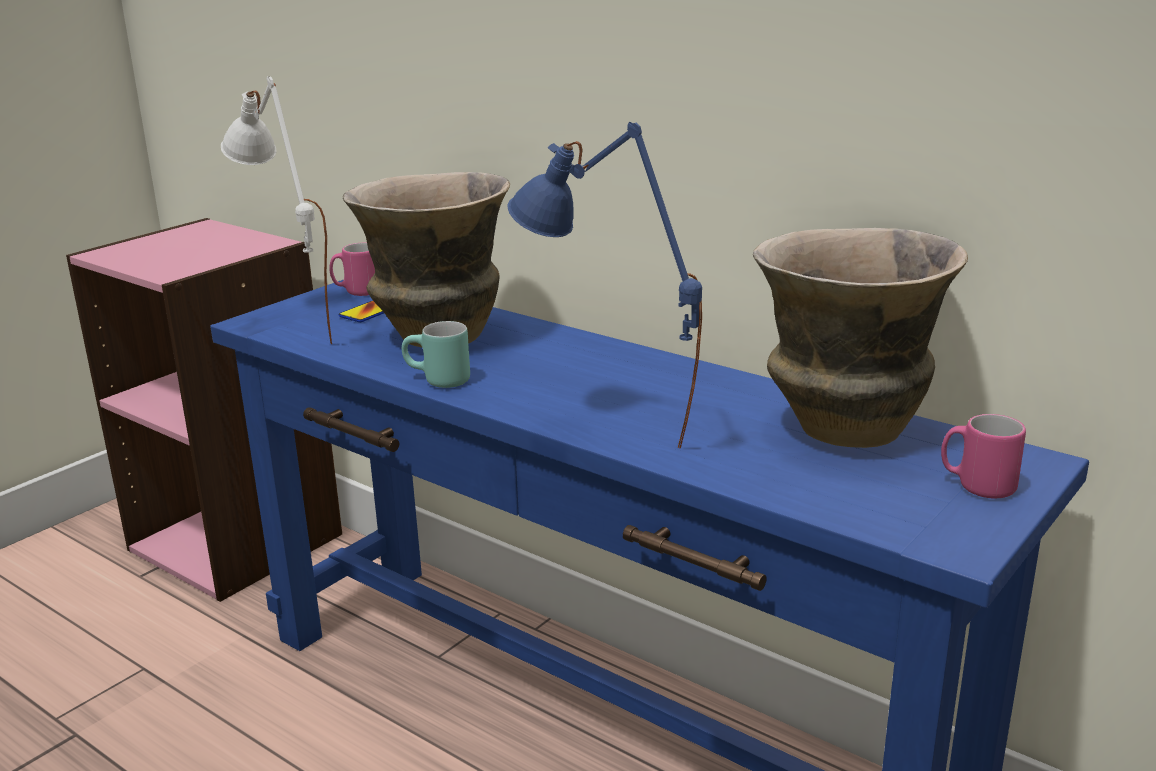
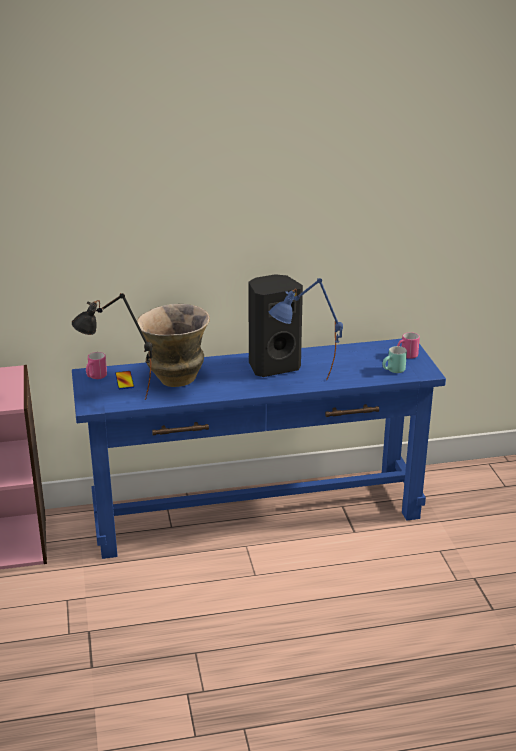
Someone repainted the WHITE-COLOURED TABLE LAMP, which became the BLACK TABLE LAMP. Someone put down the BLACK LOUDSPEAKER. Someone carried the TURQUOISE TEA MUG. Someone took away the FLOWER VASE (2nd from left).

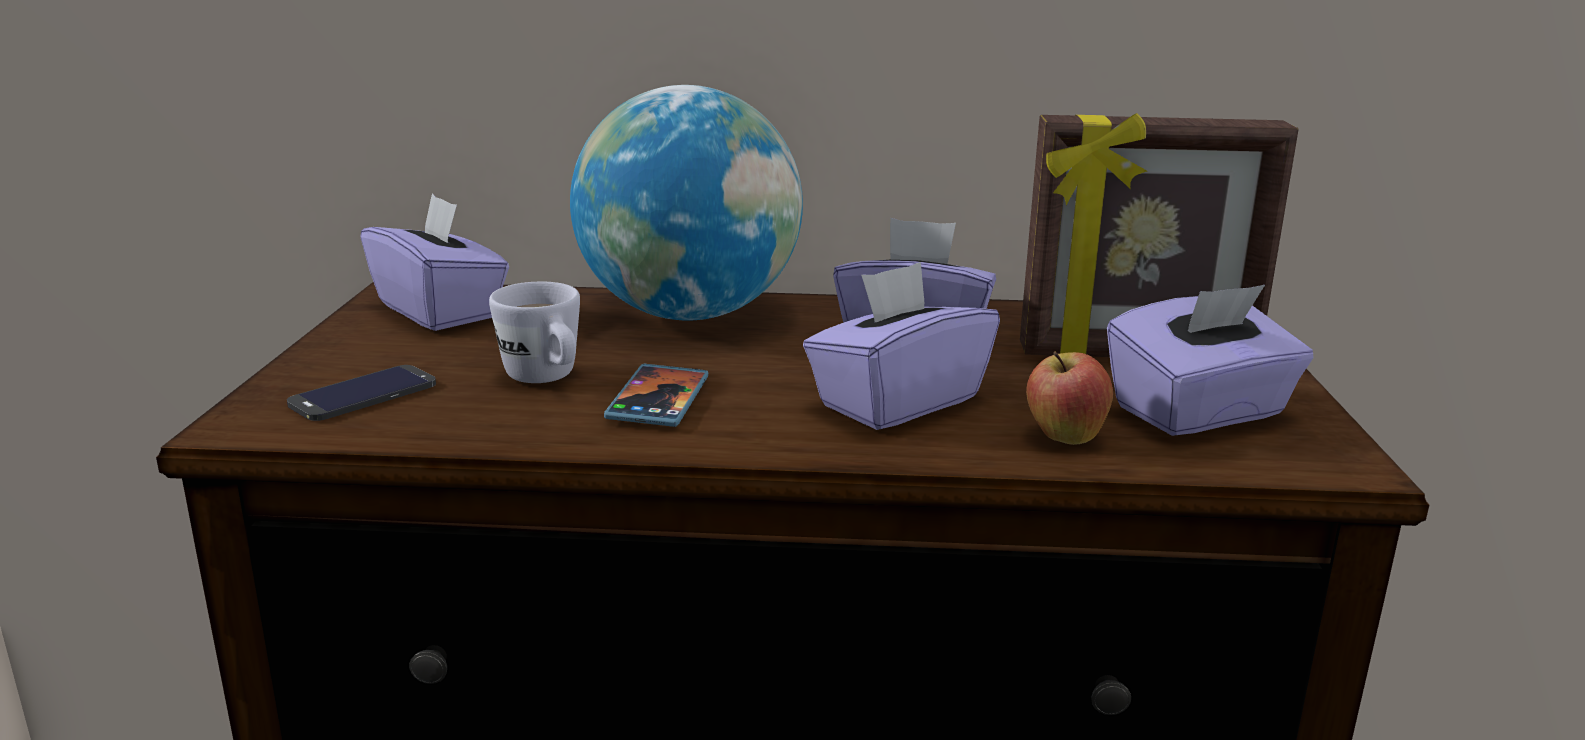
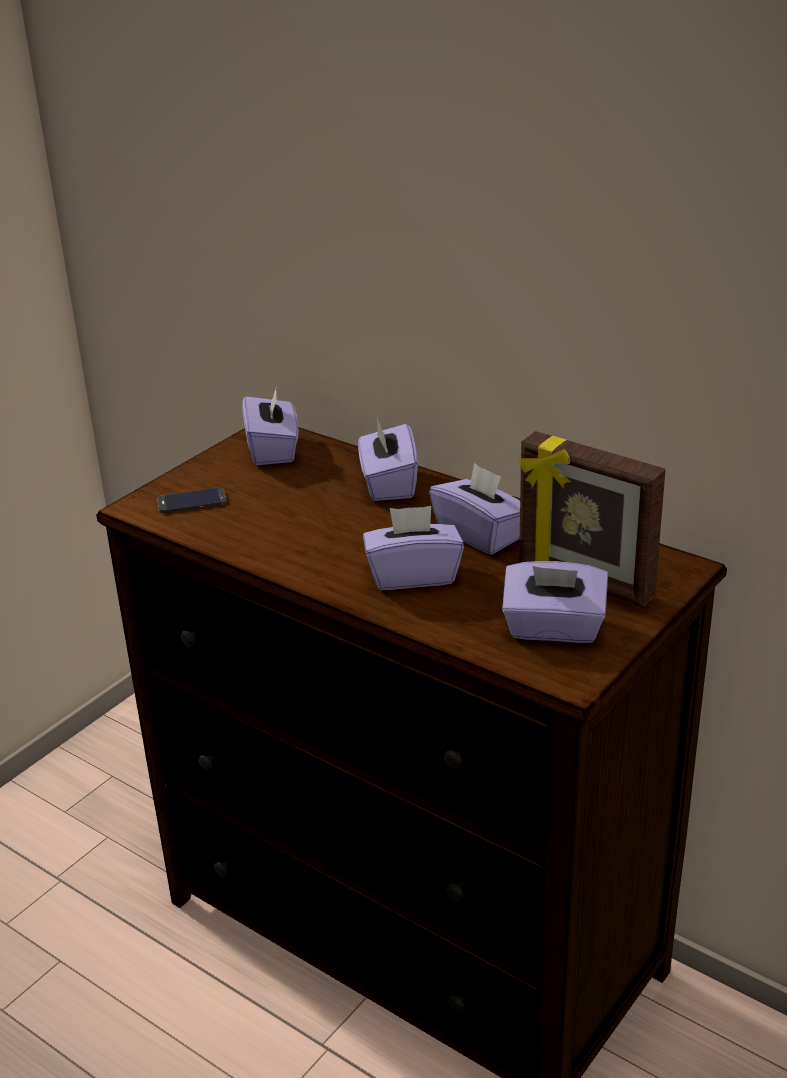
Someone swapped the GLOBE for the PURPLE TISSUE BOX (2nd from left). Someone took away the WHITE-COLOURED TEA MUG. Someone took away the TELEPHONE (2nd from left). Someone took away the APPLE FRUIT.

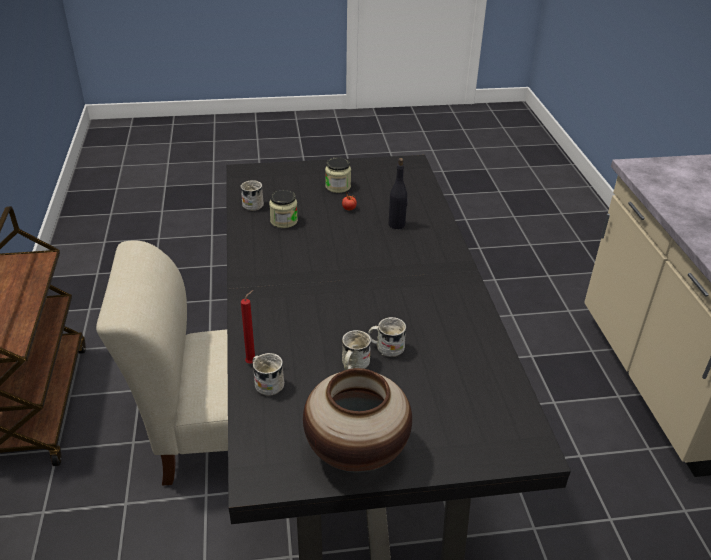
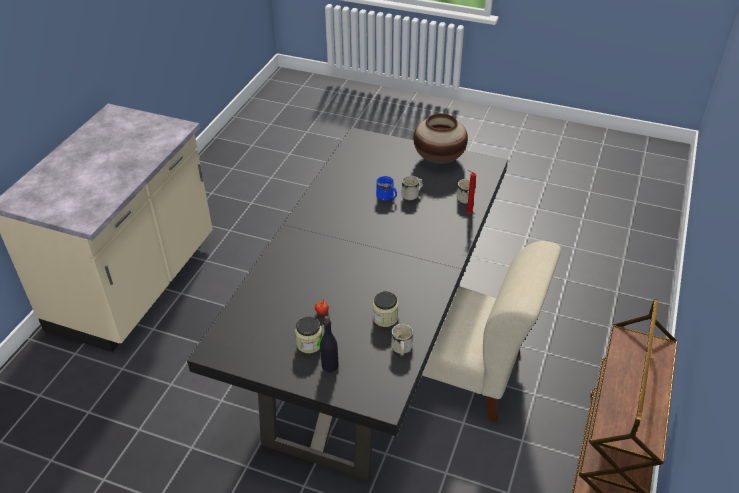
Someone carried the BLACK BEVERAGE BOTTLE. Someone repainted the WHITE-COLOURED TEA MUG (4th from left), which became the BLUE-COLOURED TEA MUG.

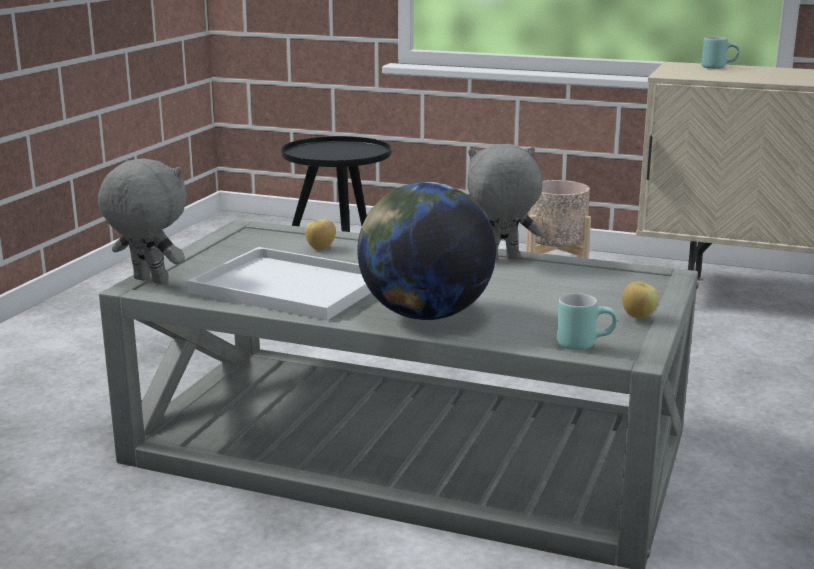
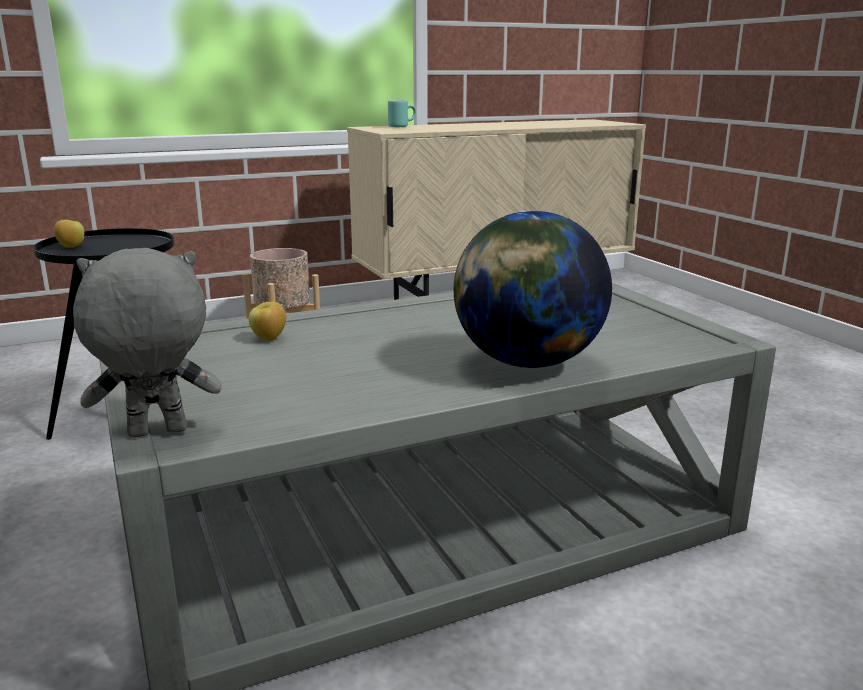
Someone carried the APPLE FRUIT (2nd from left in the first image). Someone took away the WHITE-COLOURED SERVING TRAY. Someone took away the GREYISH PLUSH TOY (2nd from left). Someone took away the TURQUOISE TEA MUG (1st from left).

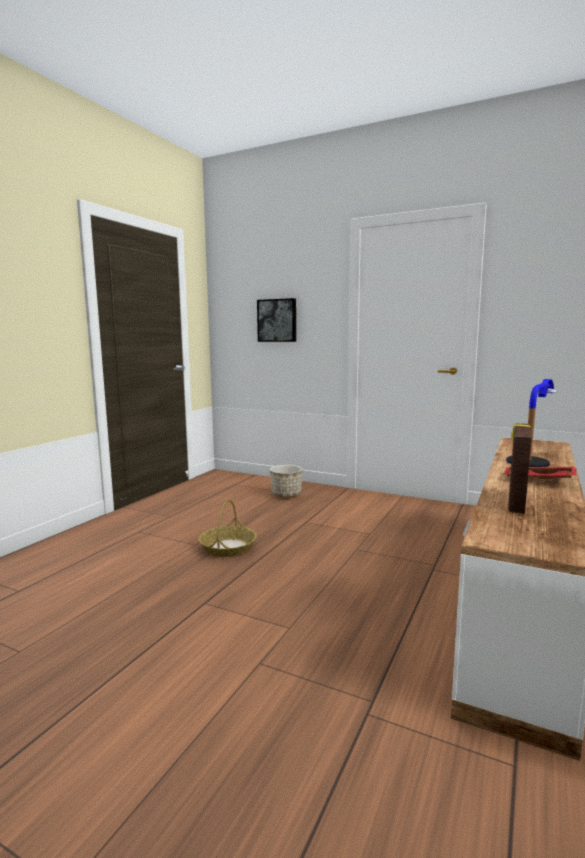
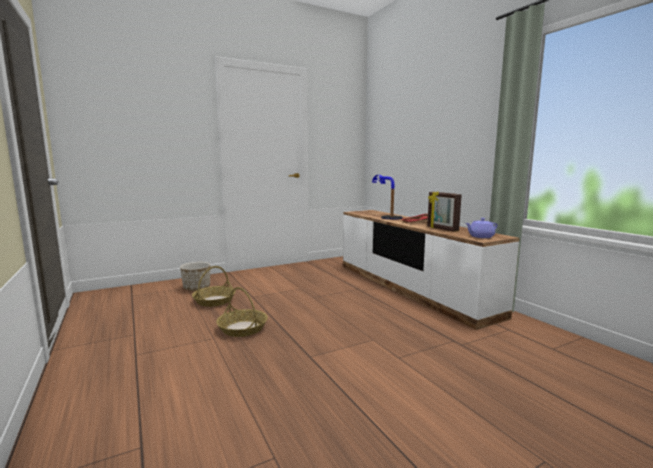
Someone put down the HOUSEHOLD BASKET (1st from left). Someone put down the PURPLE TEAPOT. Someone took away the WALL PICTURE.

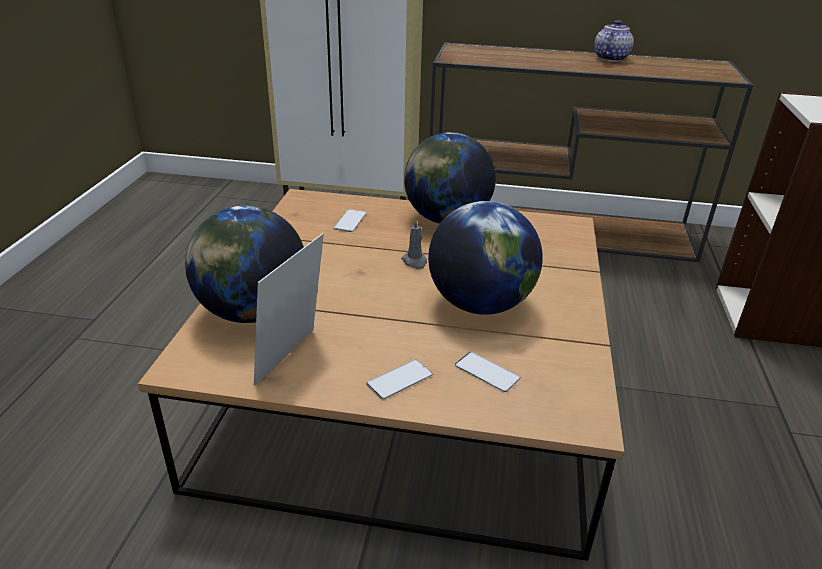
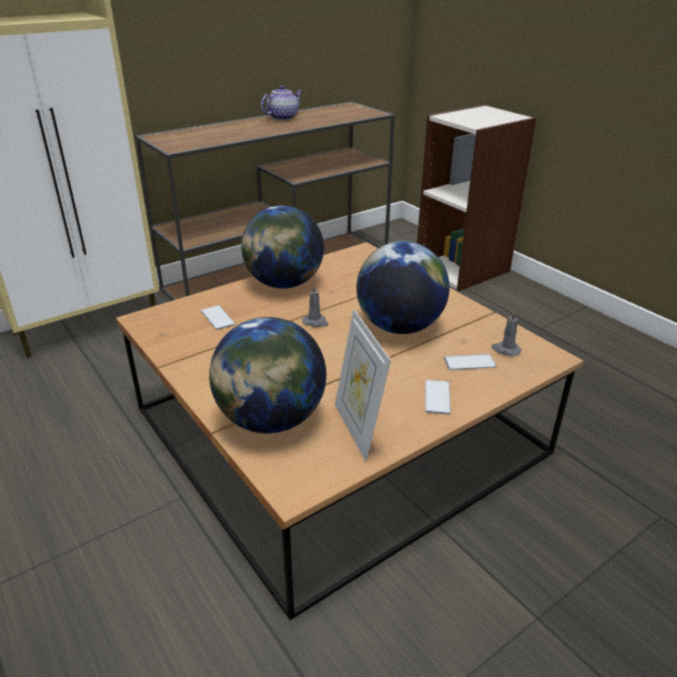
Someone rotated the TEAPOT by 60 degrees clockwise. Someone put down the GREYISH CANDLE (2nd from left).

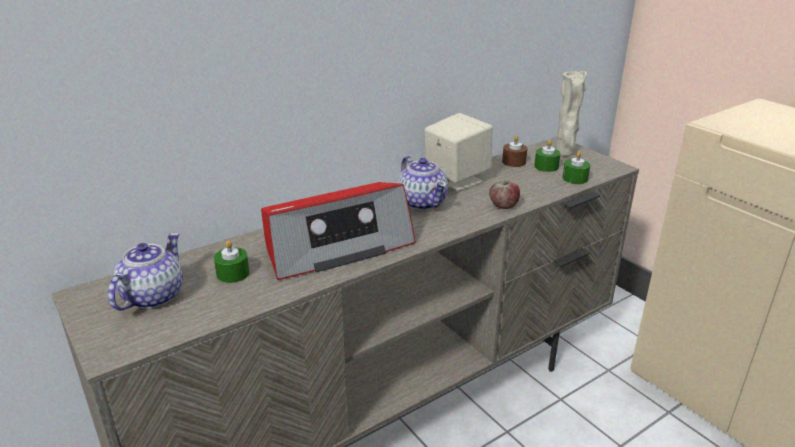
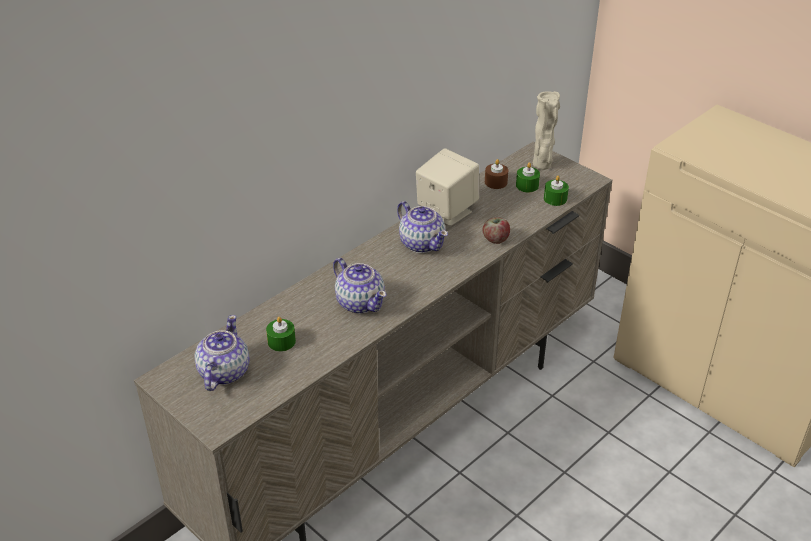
Someone swapped the RADIO SET for the TEAPOT (2nd from left).

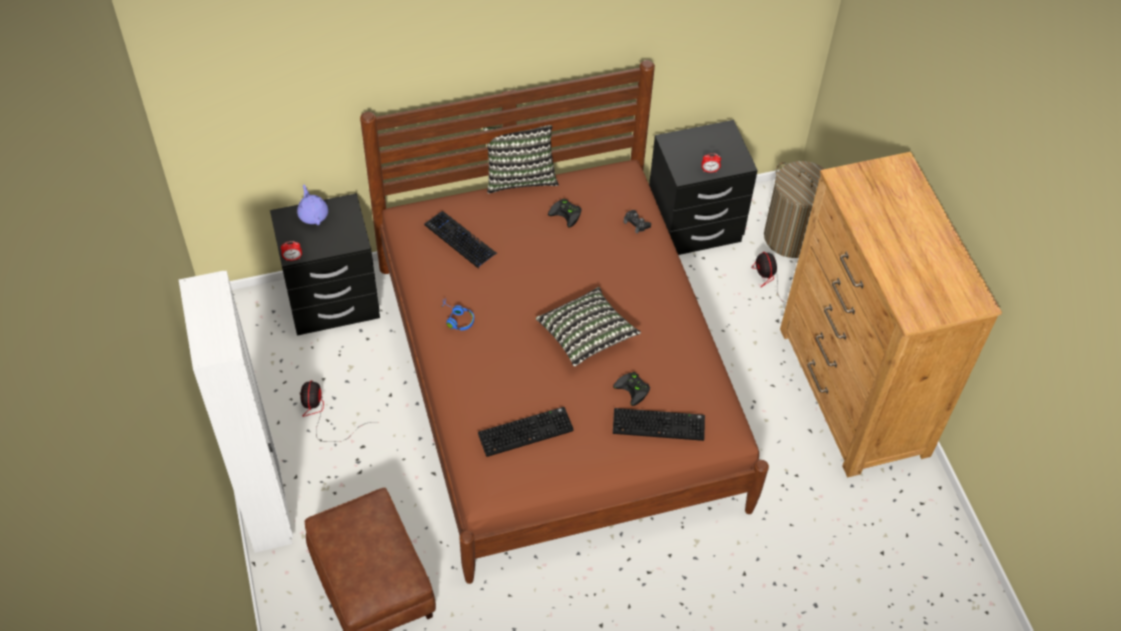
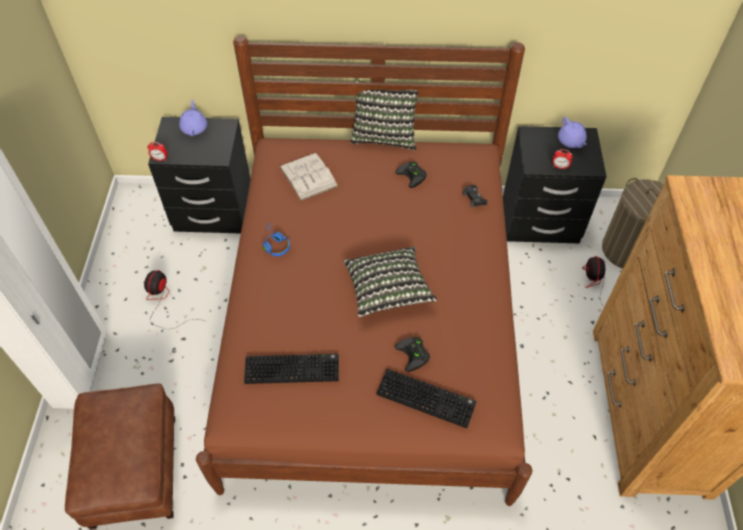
Someone swapped the KEYBOARD (1st from left) for the WHITE-COLOURED BOOK. Someone put down the PURPLE TEAPOT (2nd from left).

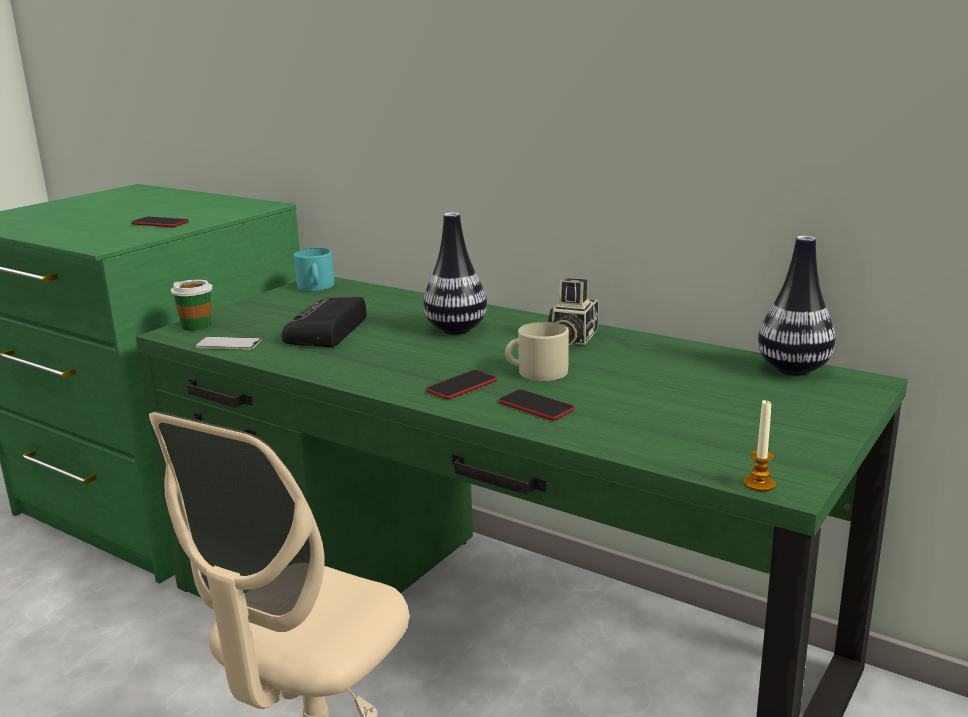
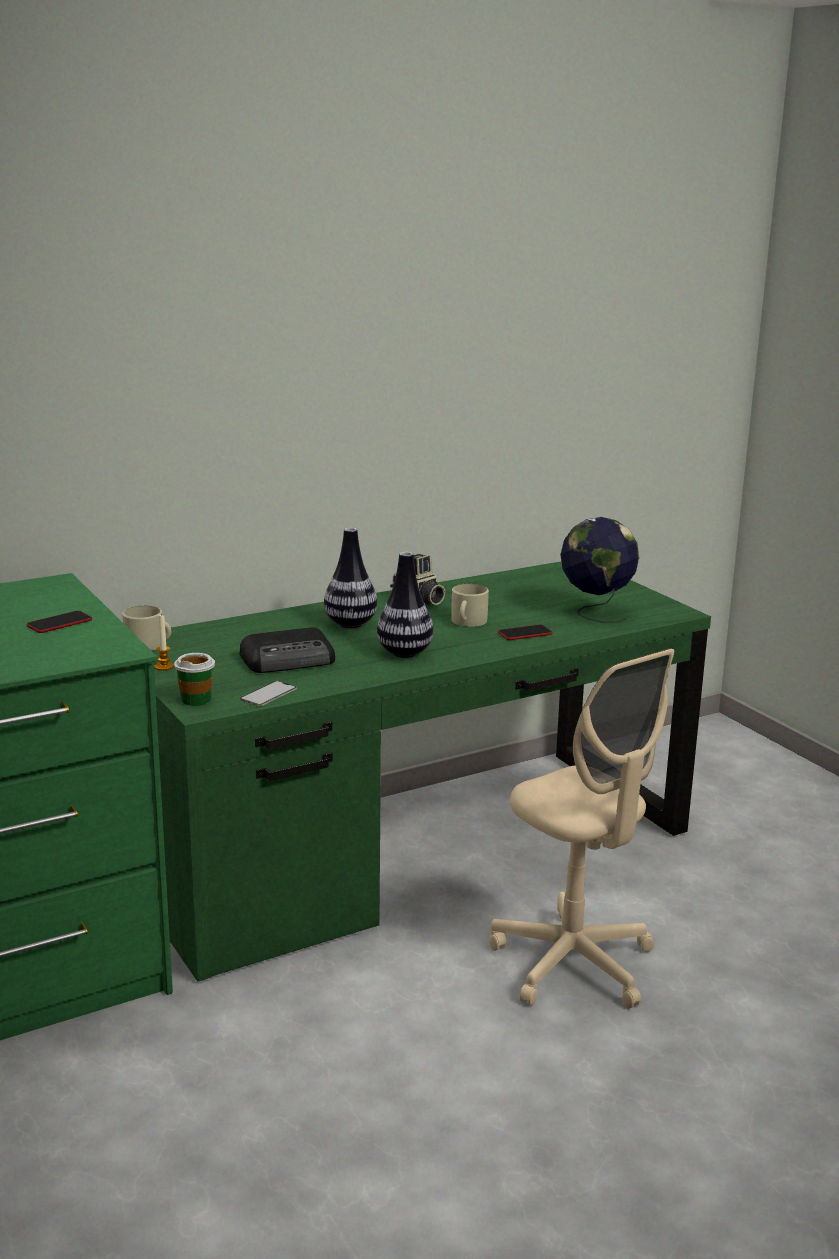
Someone repainted the TURQUOISE TEA MUG, which became the BEIGE-COLOURED TEA MUG (1st from left). Someone carried the CANDLE. Someone rotated the RADIO SET by 60 degrees counterclockwise. Someone carried the FLOWER VASE (2nd from left). Someone put down the GLOBE. Someone took away the TELEPHONE (3rd from left).

